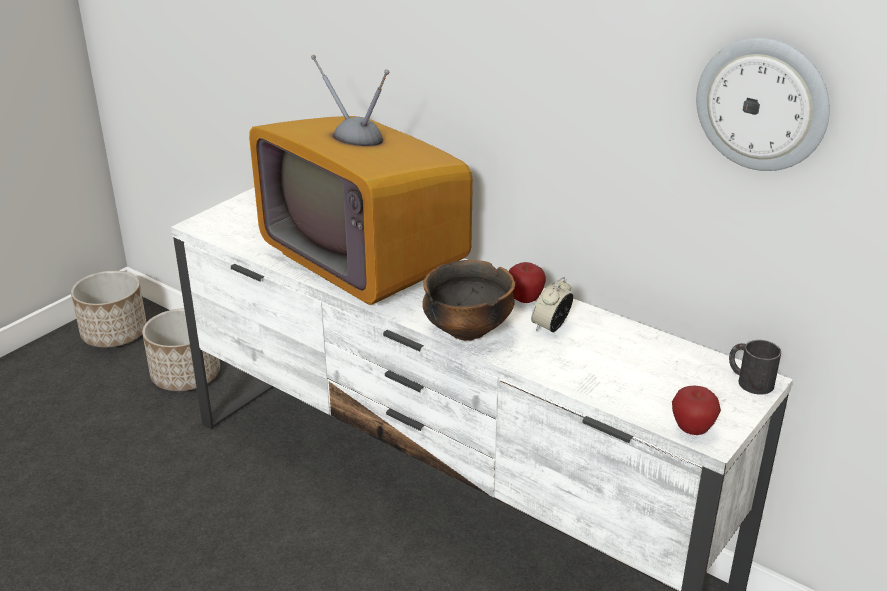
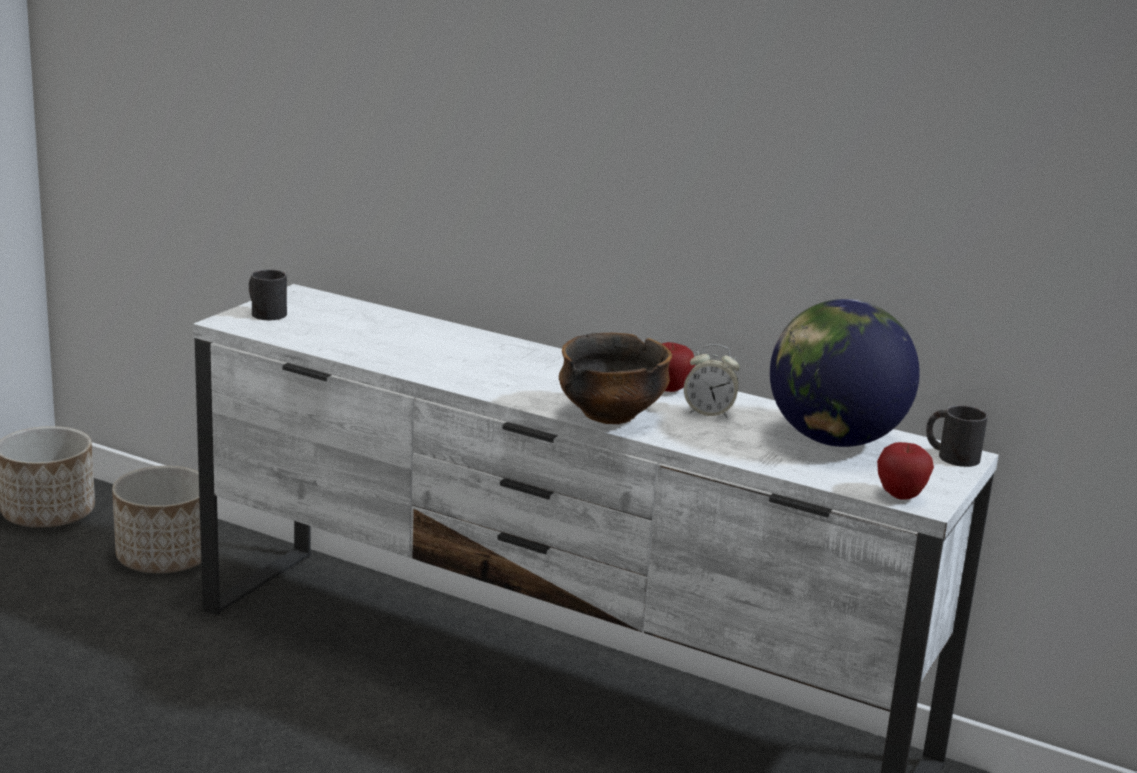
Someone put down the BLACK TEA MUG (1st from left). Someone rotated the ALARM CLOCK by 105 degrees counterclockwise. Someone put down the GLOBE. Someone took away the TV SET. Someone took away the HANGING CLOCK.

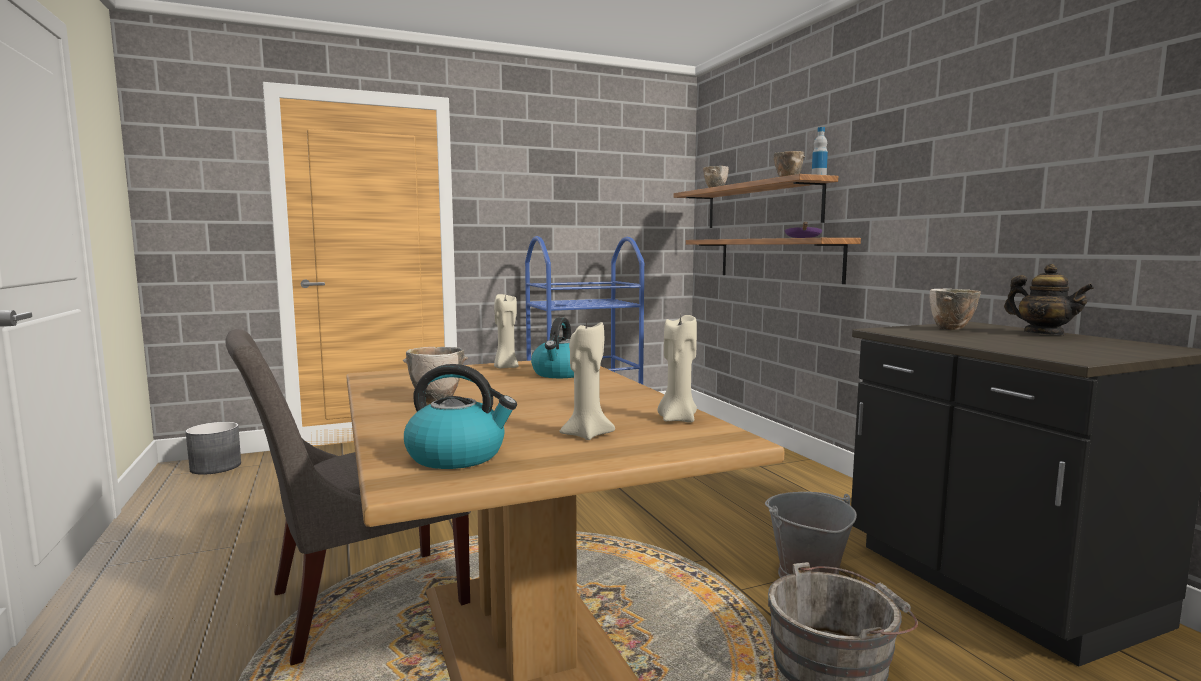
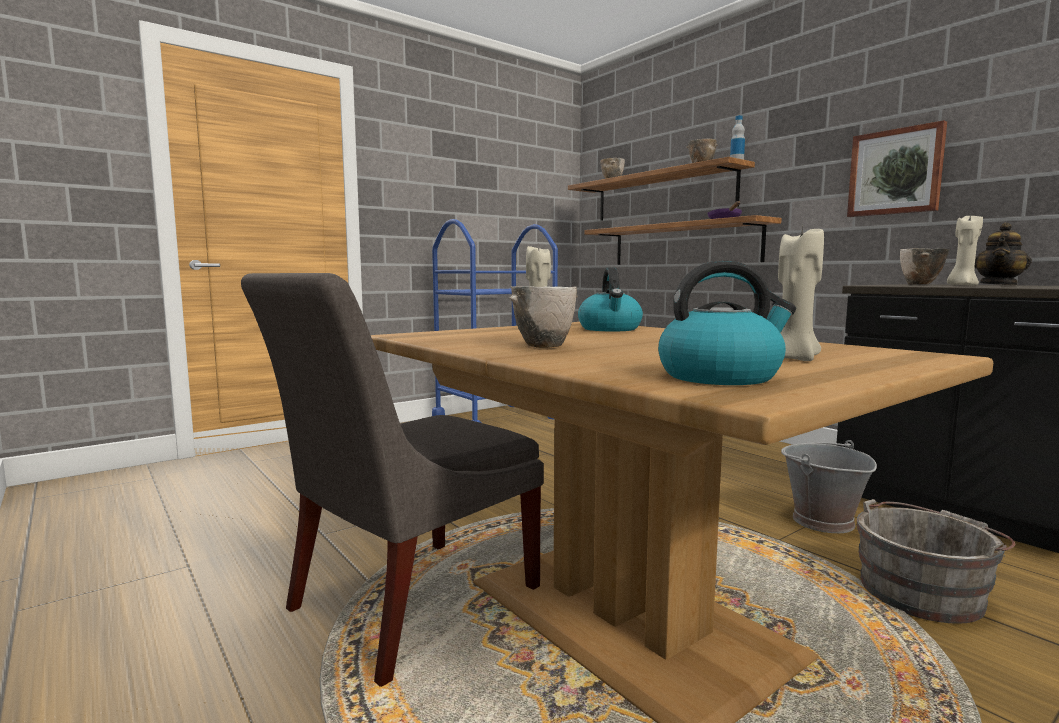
Someone put up the WALL PICTURE. Someone carried the BEIGE-COLOURED CANDLE (3rd from left). Someone rotated the TEAPOT by 90 degrees clockwise. Someone took away the GREYISH PLANTER.

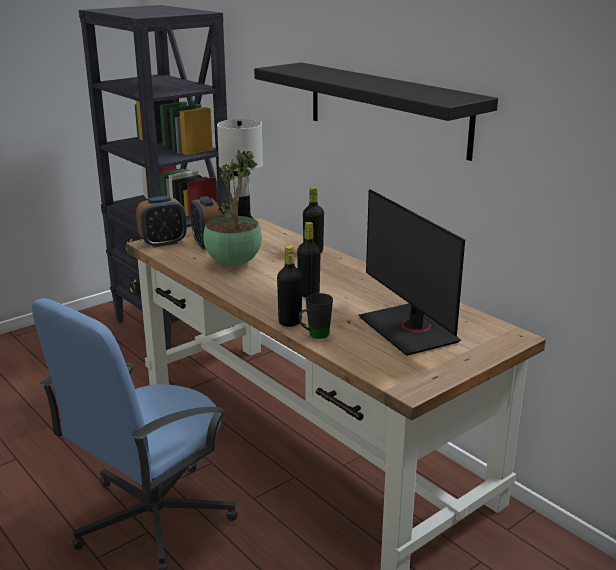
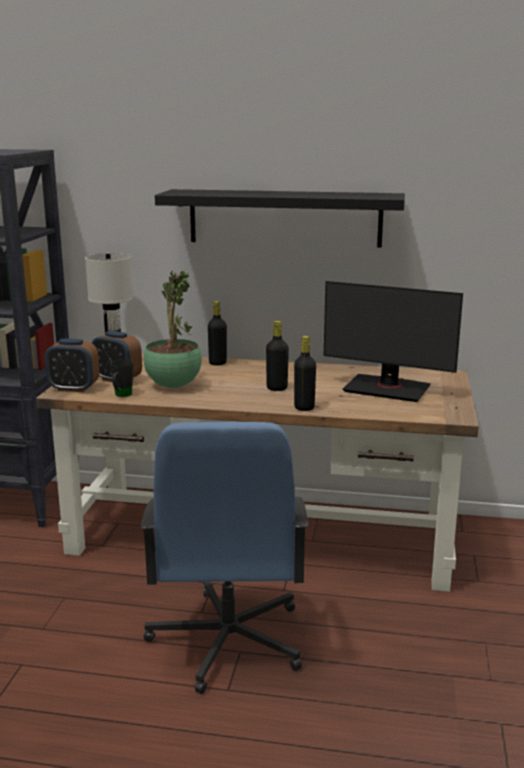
Someone rotated the ALARM CLOCK (1st from left) by 75 degrees clockwise. Someone carried the BLACK TEA MUG.

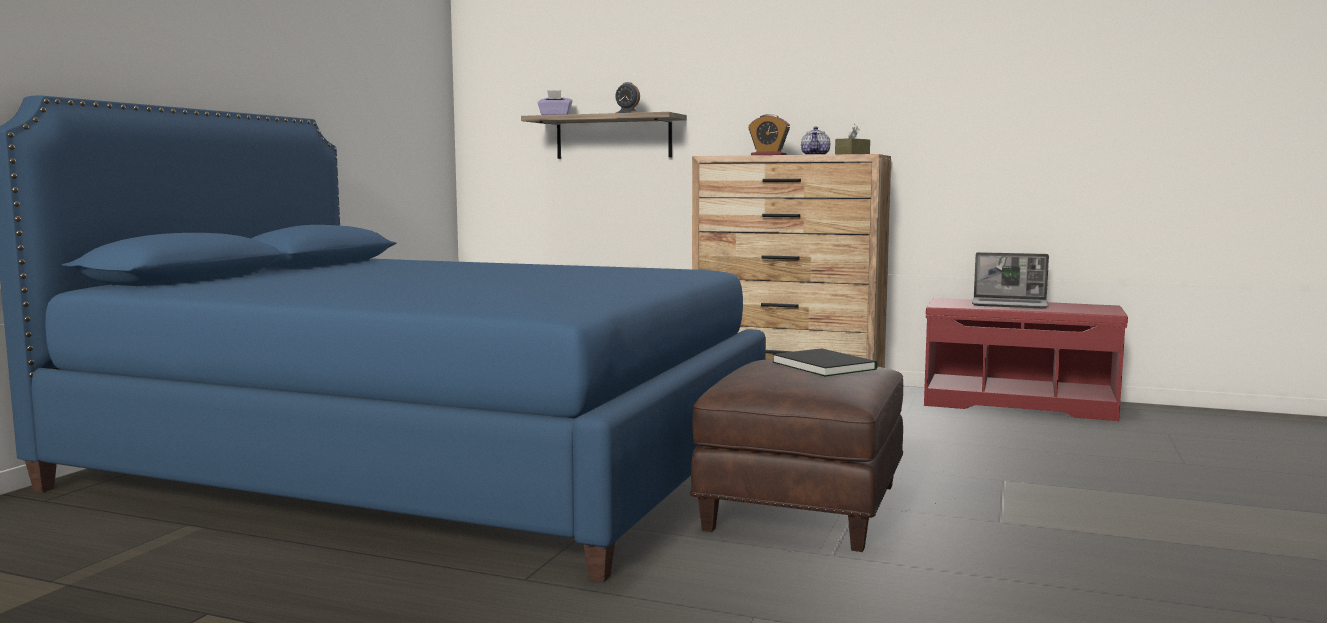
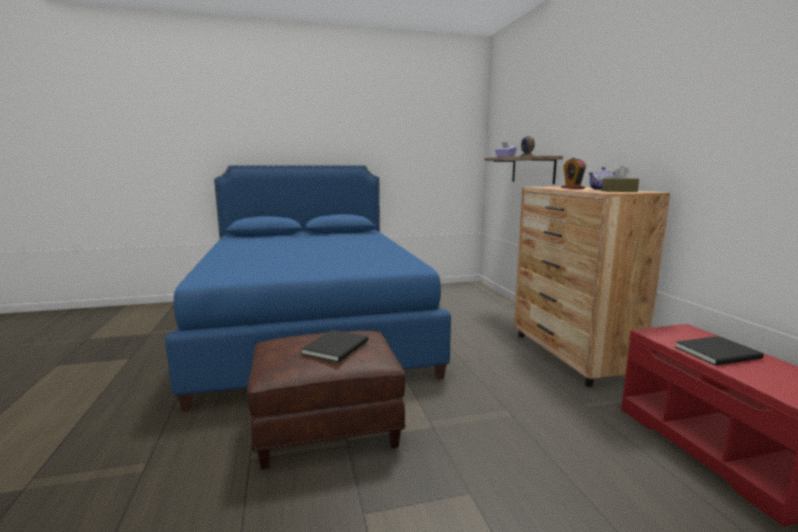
Someone swapped the LAPTOP for the BLACK BOOK (2nd from left).

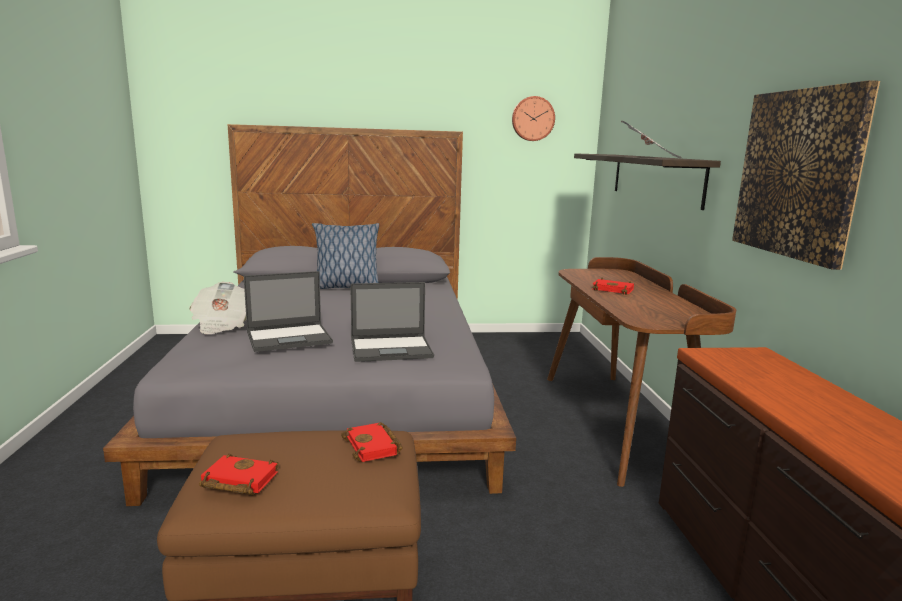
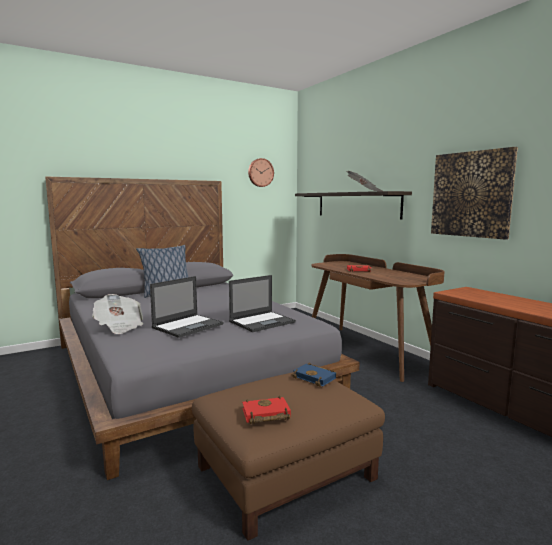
Someone repainted the REDDISH BOOK (2nd from left), which became the BLUE-COLOURED BOOK.

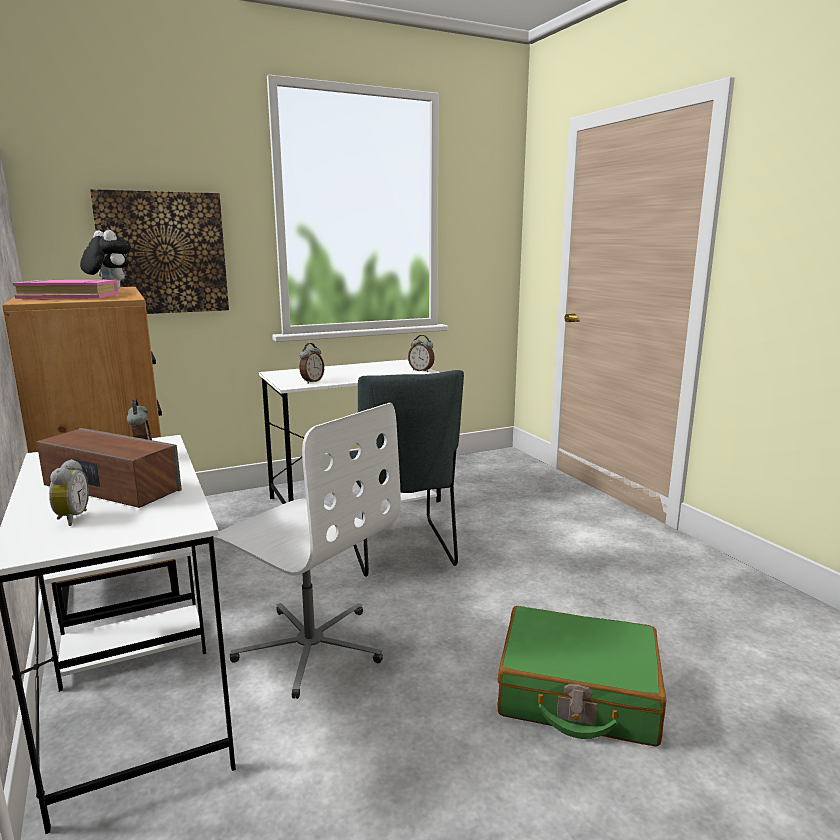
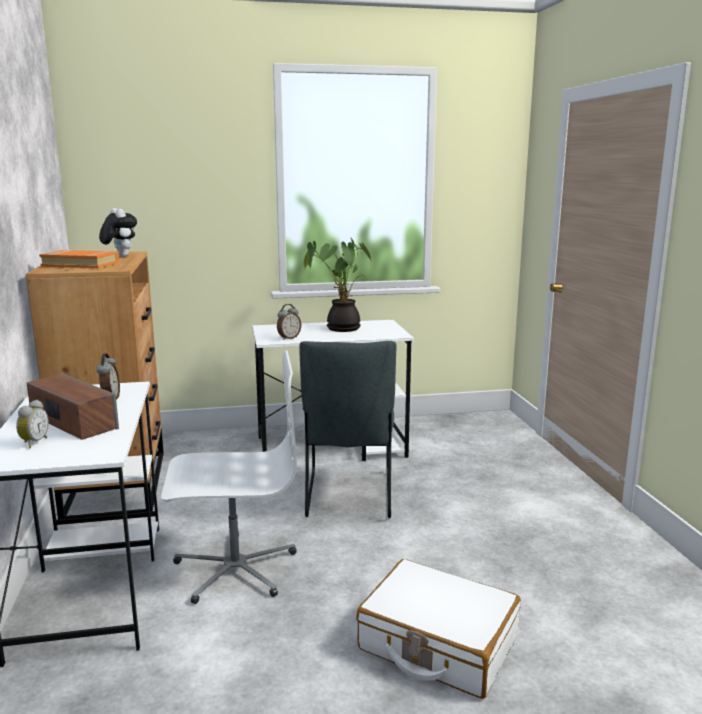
Someone repainted the PINK BOOK, which became the ORANGE BOOK. Someone rotated the WHITE-COLOURED DESK CHAIR by 60 degrees counterclockwise. Someone put down the PLANT IN A POT. Someone repainted the GREEN PIECE OF LUGGAGE, which became the WHITE-COLOURED PIECE OF LUGGAGE. Someone took away the WALL PICTURE. Someone took away the ALARM CLOCK (4th from left).

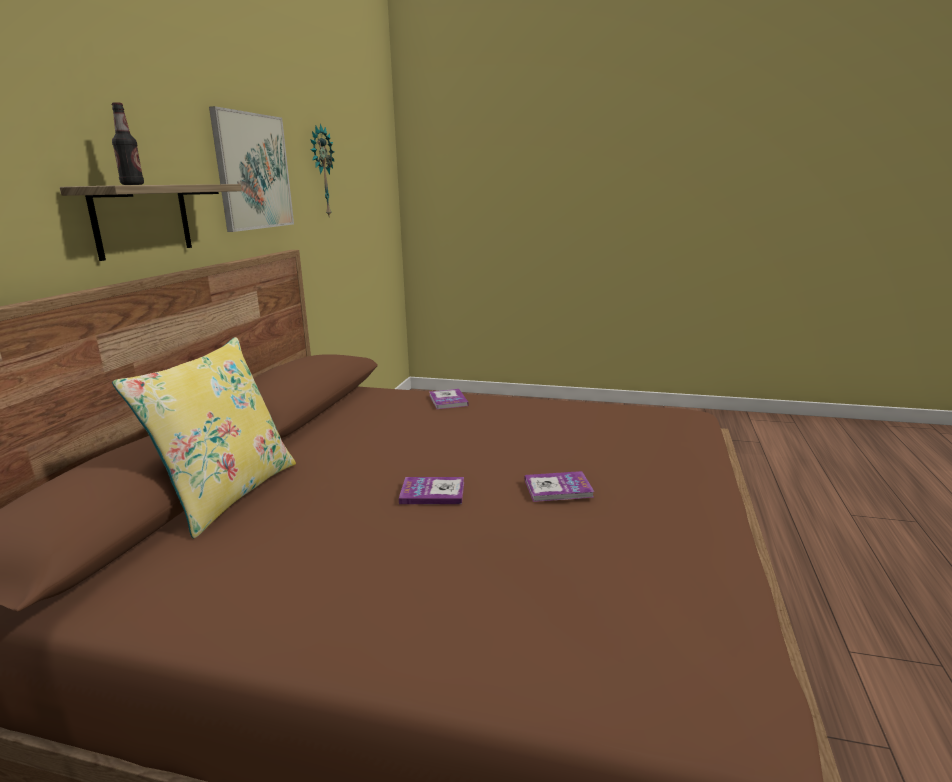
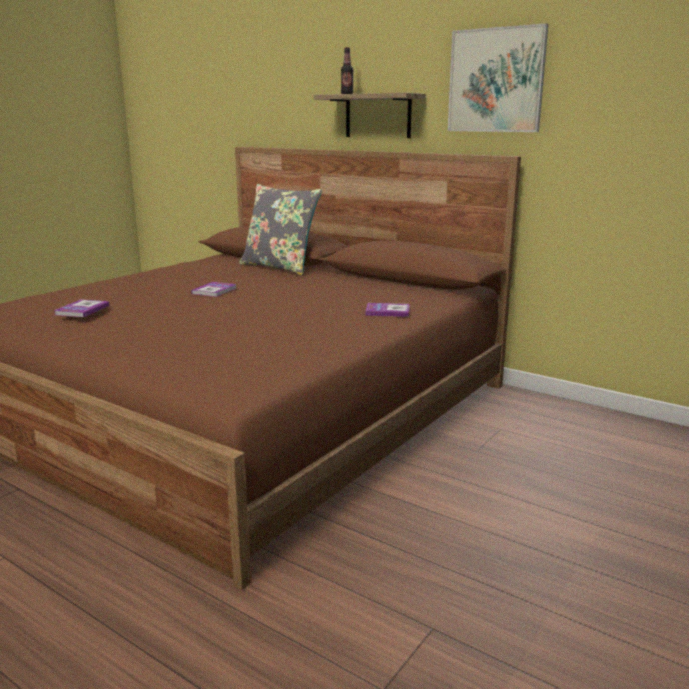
Someone carried the BOOK (3rd from left in the first image). Someone repainted the YELLOW PILLOW, which became the GREYISH PILLOW. Someone took away the HANGING CLOCK.

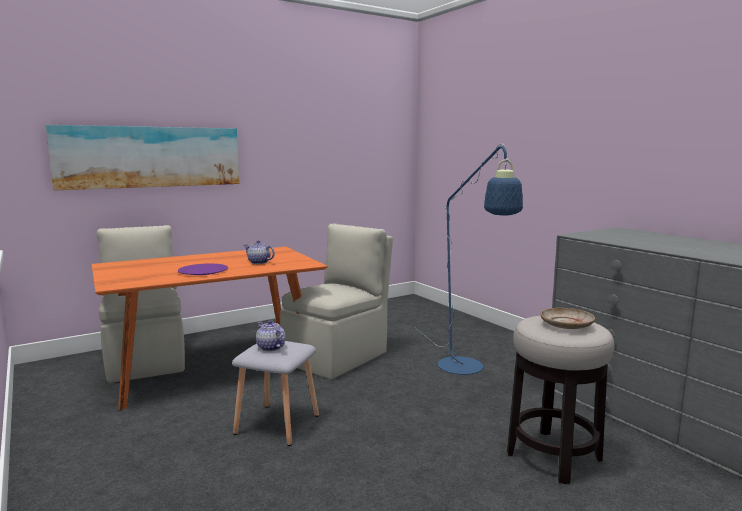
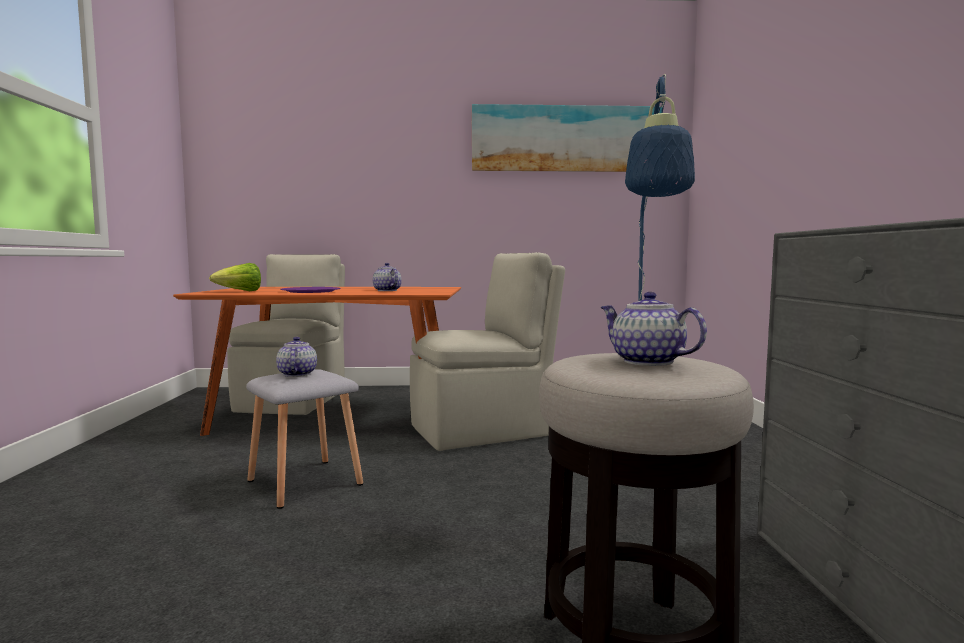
Someone put down the HEAD OF LETTUCE. Someone carried the WALL PICTURE. Someone swapped the BEIGE-COLOURED FLAT DISH for the TEAPOT (3rd from left).

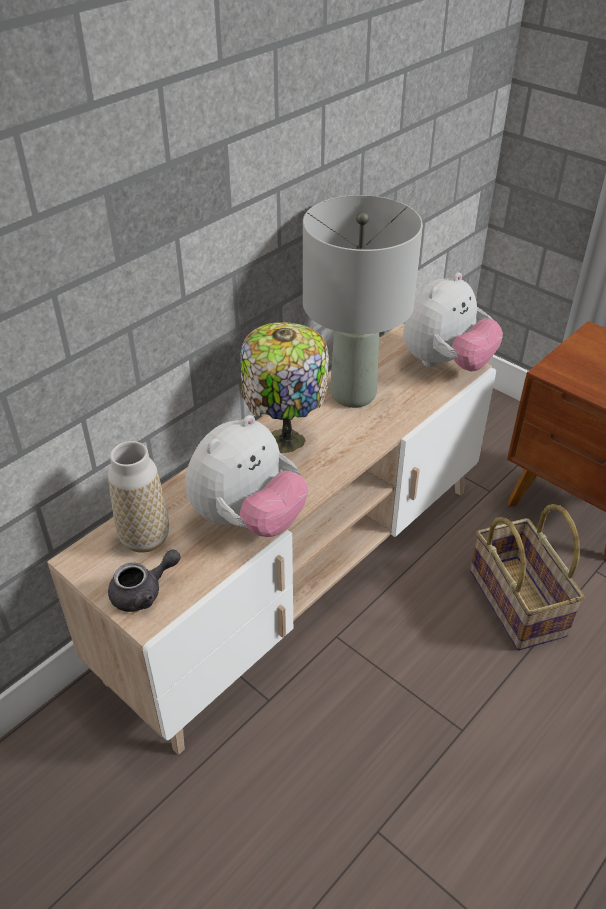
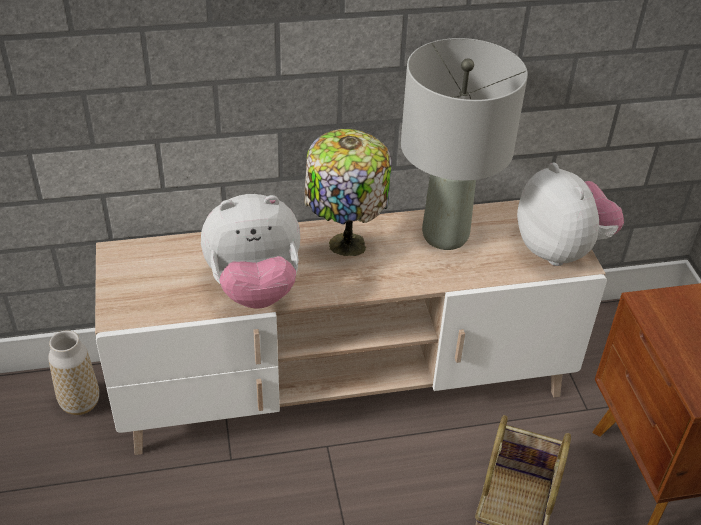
Someone carried the FLOWER VASE. Someone rotated the PLUSH TOY (2nd from left) by 105 degrees counterclockwise. Someone took away the GREYISH TEAPOT.

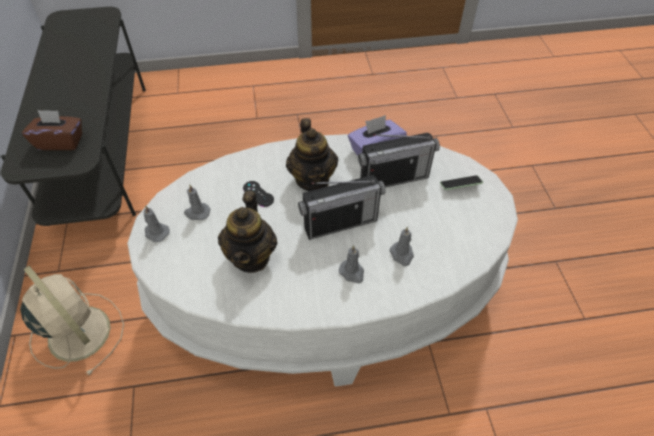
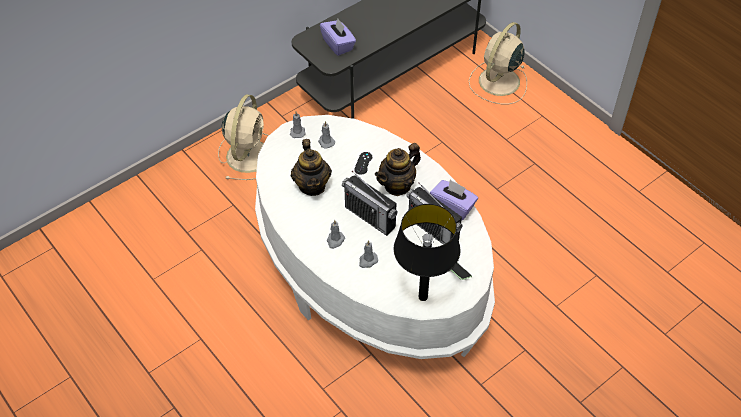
Someone rotated the TEAPOT (1st from left) by 75 degrees counterclockwise. Someone repainted the BROWNISH TISSUE BOX, which became the PURPLE TISSUE BOX (1st from left). Someone put down the BLACK TABLE LAMP. Someone put down the BEIGE-COLOURED COOLING FAN (2nd from left).

